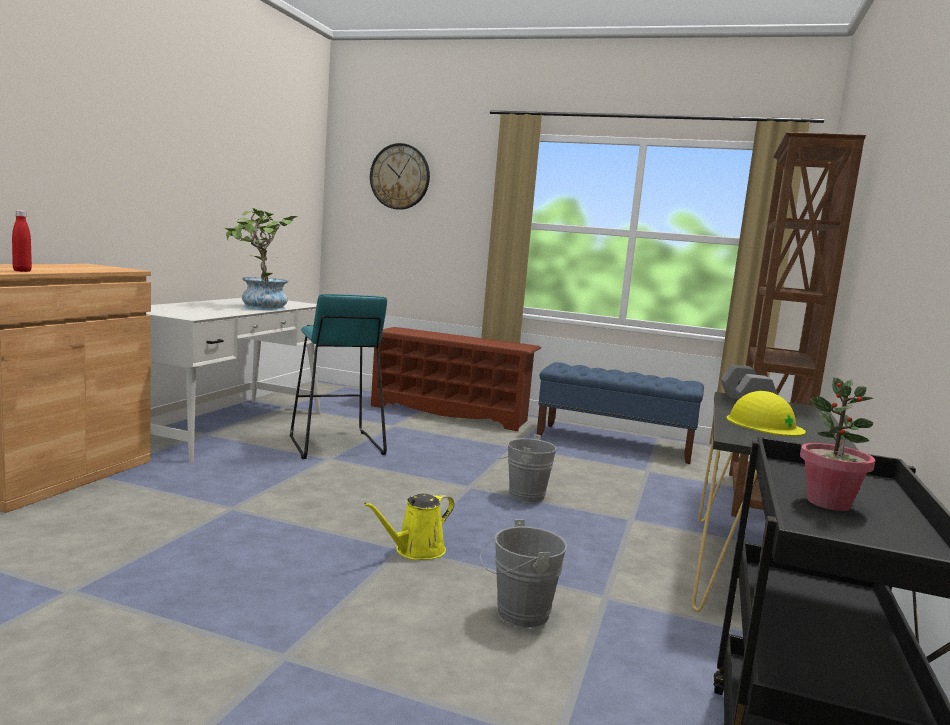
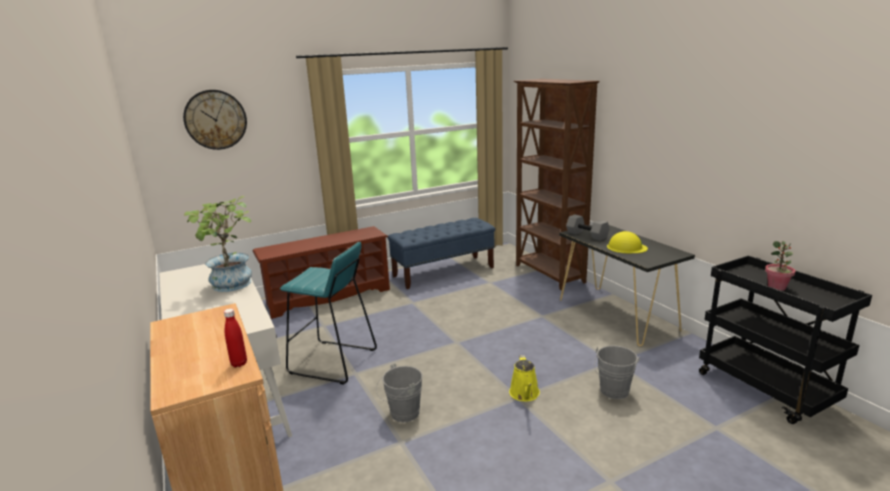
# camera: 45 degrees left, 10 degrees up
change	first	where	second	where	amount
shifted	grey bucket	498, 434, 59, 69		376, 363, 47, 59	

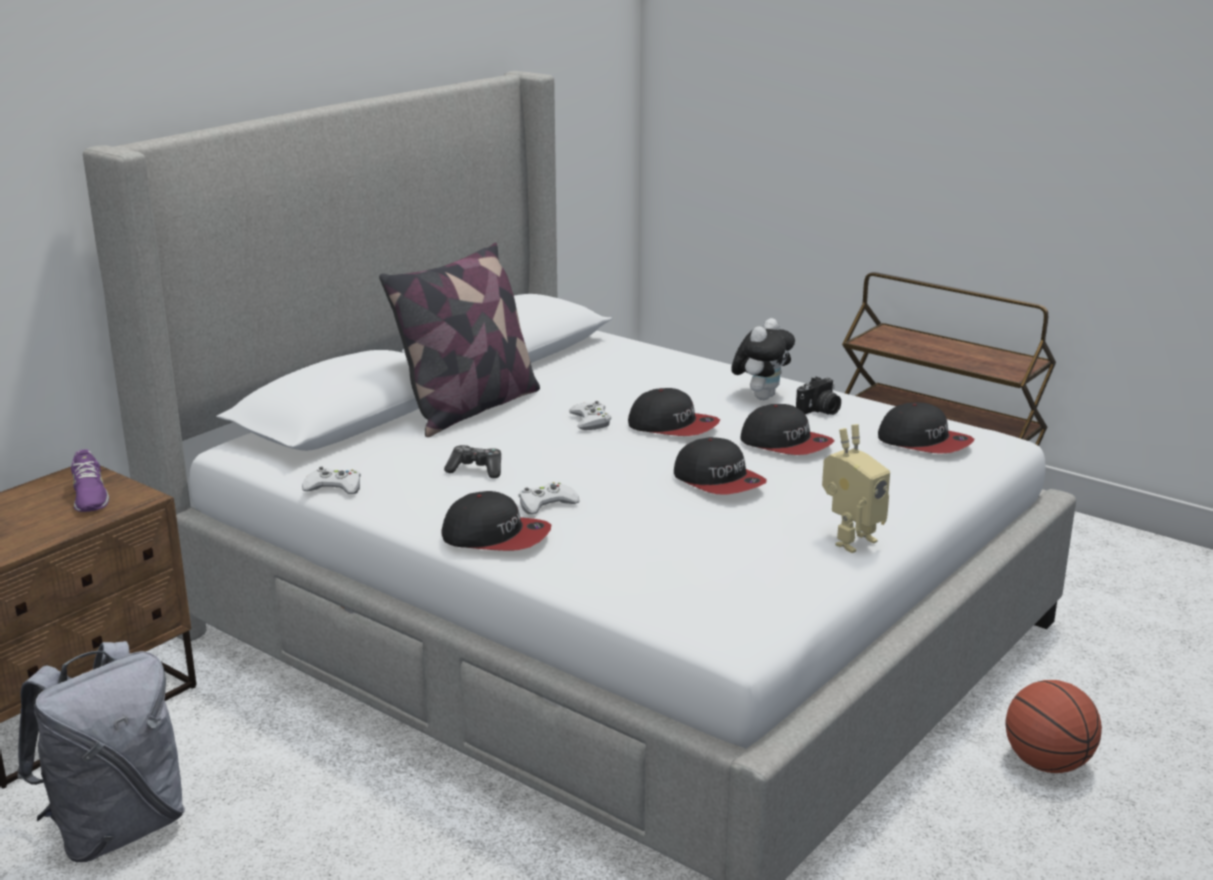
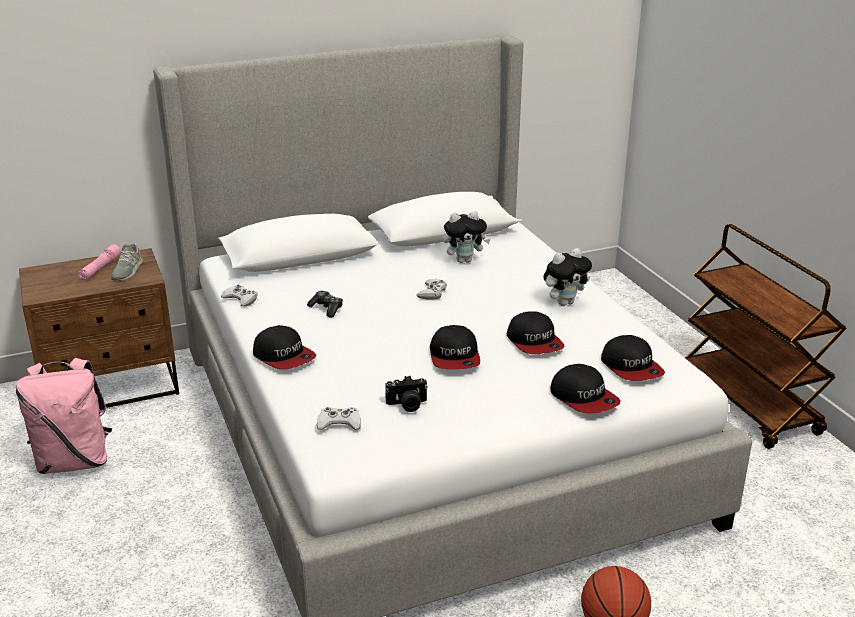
# camera: 30 degrees right, 5 degrees up
change	first	where	second	where	amount
gone	pillow	379, 243, 161, 194			
gone	toy robot	822, 425, 68, 128			
new			pink flashlight	78, 244, 43, 36	
new			plush toy	443, 211, 48, 52	
shifted	white game controller	518, 482, 62, 32		316, 407, 45, 23	
shifted	cap	628, 388, 92, 48		551, 364, 70, 50	
shifted	photo camera	796, 377, 45, 38		385, 376, 43, 36	
repainted	grey backpack	17, 641, 168, 221	pink backpack	16, 358, 96, 116	
repainted	purple shoe	71, 450, 38, 62	grey shoe	111, 243, 32, 38	

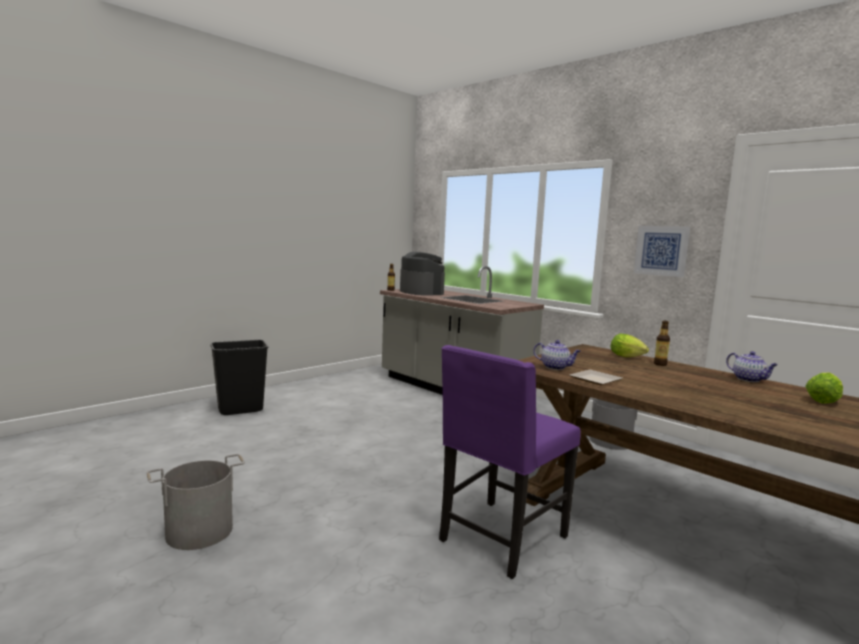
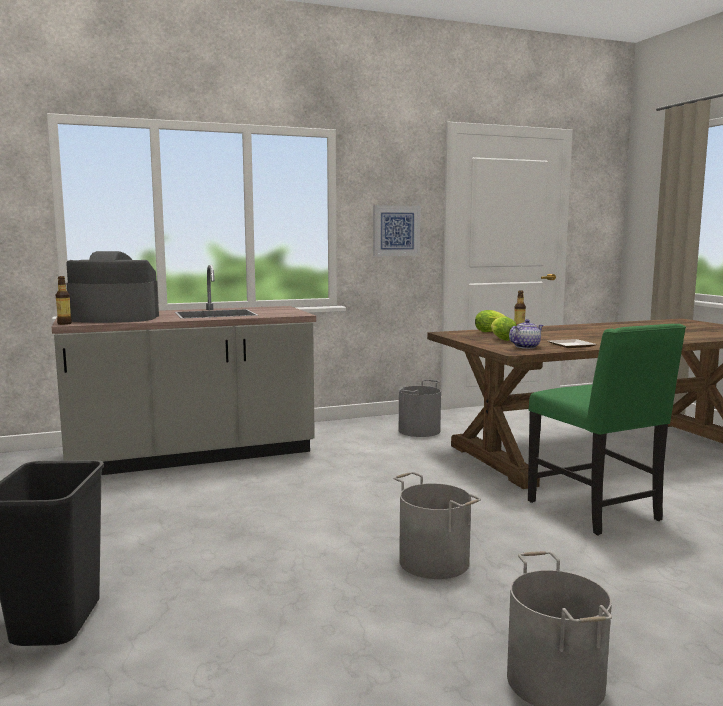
# camera: 65 degrees left, 0 degrees up
change	first	where	second	where	amount
gone	teapot	726, 351, 52, 31			
new			grey bucket	393, 472, 88, 107	
shifted	lettuce	805, 372, 38, 32		491, 316, 26, 25	
repainted	purple chair	439, 345, 142, 234	green chair	528, 324, 158, 211	

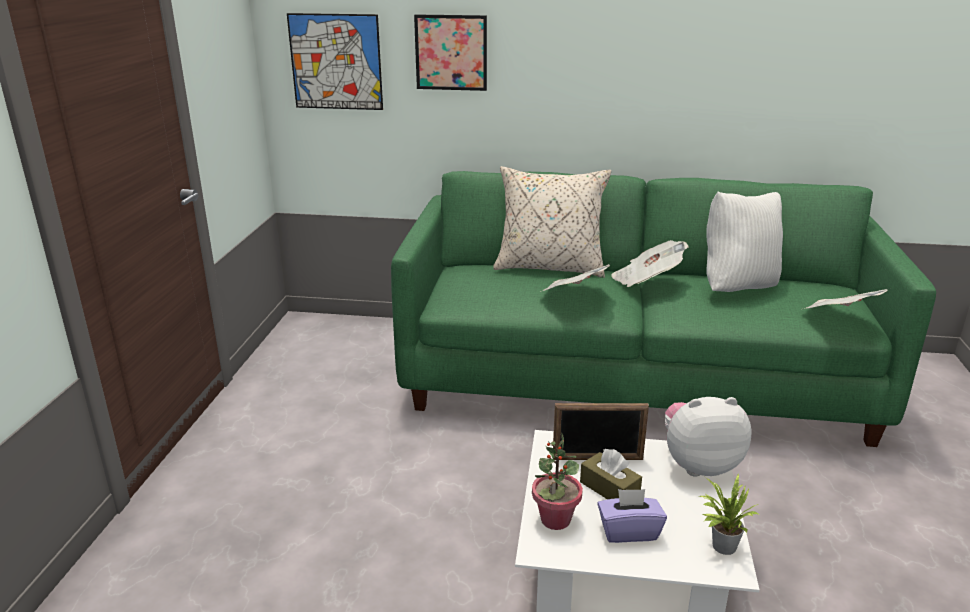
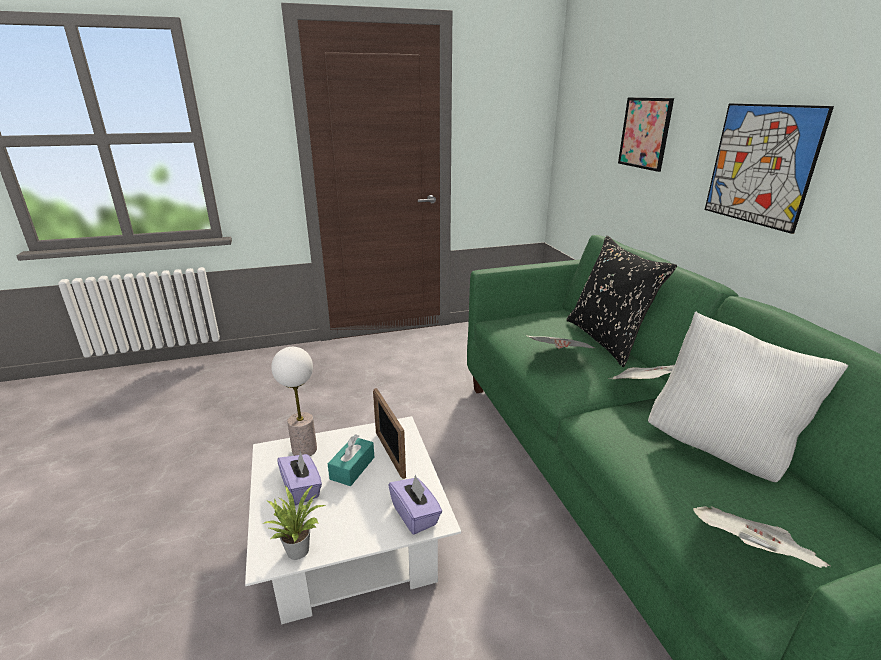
# camera: 65 degrees right, 0 degrees up
change	first	where	second	where	amount
shifted	picture	287, 13, 96, 97		705, 103, 129, 131	
swapped	potted plant	532, 434, 51, 96	table lamp	271, 347, 46, 109	
swapped	plush toy	665, 397, 86, 80	purple tissue box	388, 474, 54, 61	
repainted	beige pillow	493, 166, 118, 112	black pillow	567, 236, 110, 131	
repainted	brown tissue box	580, 449, 62, 50	turquoise tissue box	328, 434, 47, 52	

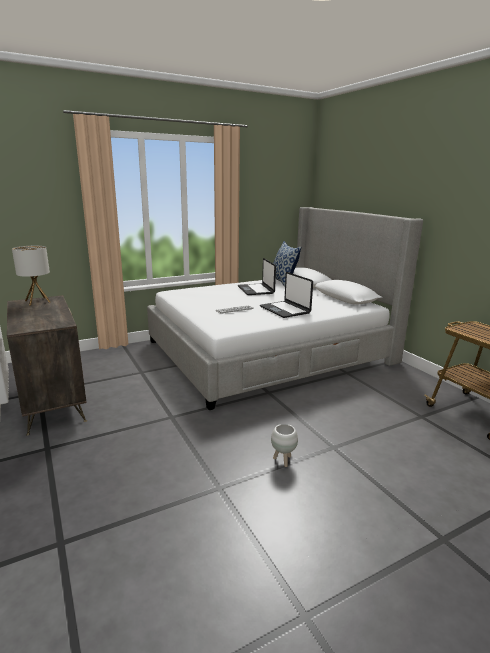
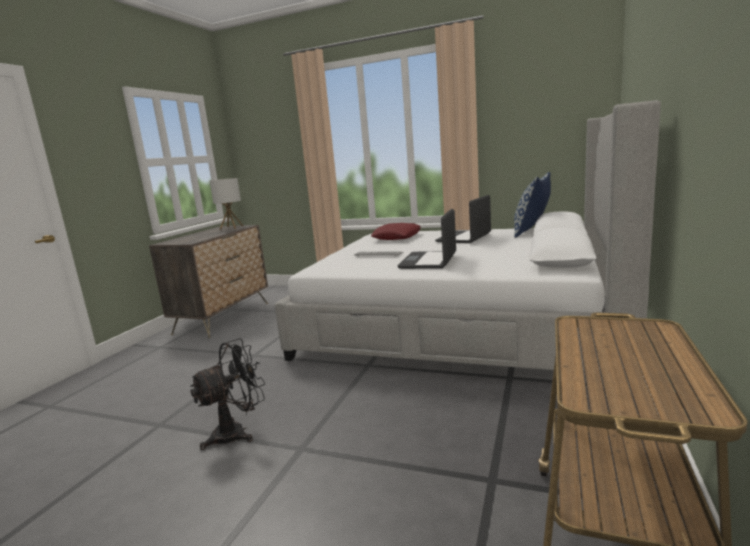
# camera: 50 degrees right, 5 degrees down
change	first	where	second	where	amount
new			red pillow	371, 223, 50, 17	
swapped	white planter	271, 424, 27, 43	black fan	190, 338, 75, 112	

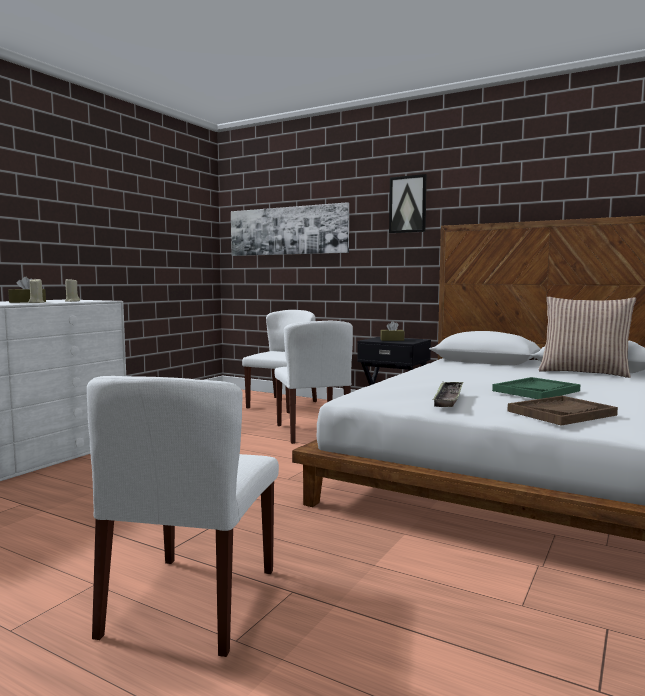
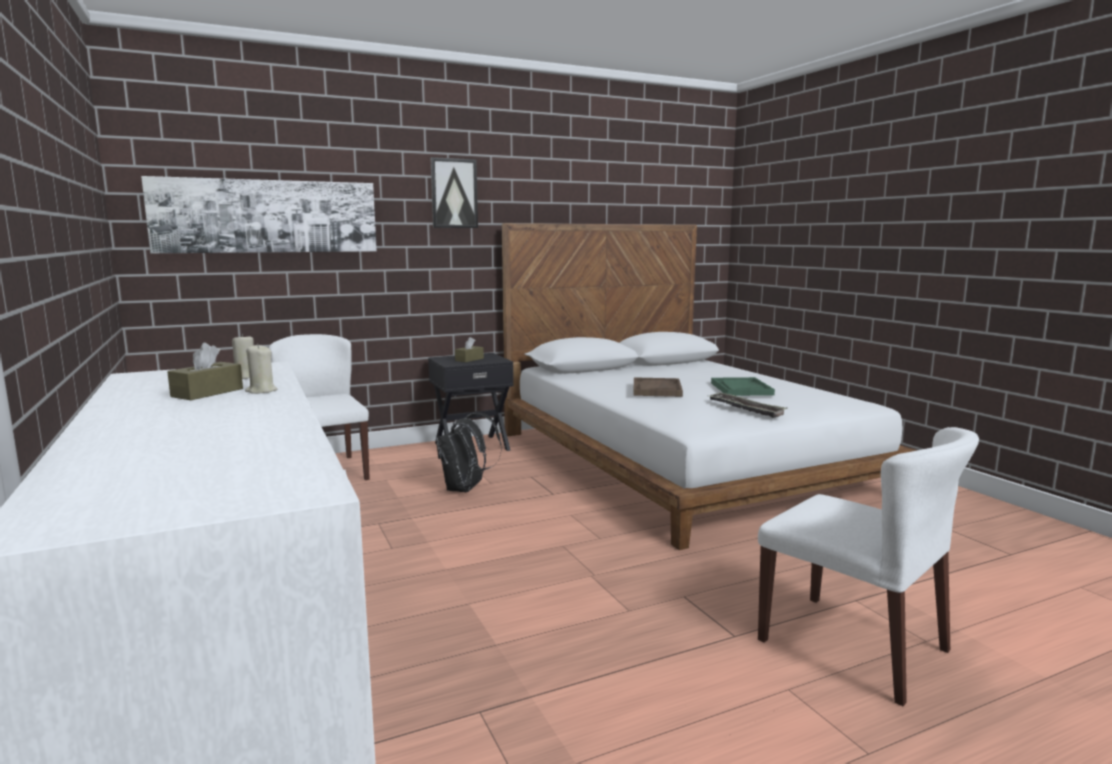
# camera: 55 degrees left, 5 degrees up
change	first	where	second	where	amount
gone	pillow	539, 297, 97, 81			
shifted	brown tray	507, 396, 111, 30		634, 377, 49, 20	
swapped	white chair	274, 321, 79, 123	black backpack	436, 412, 66, 80	

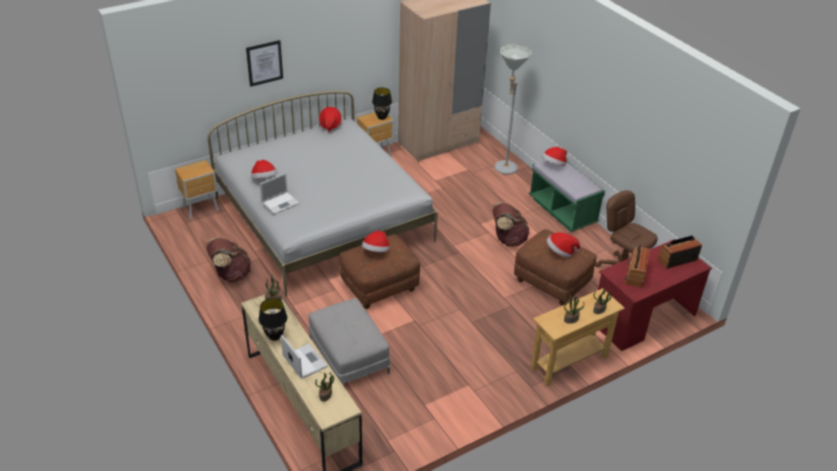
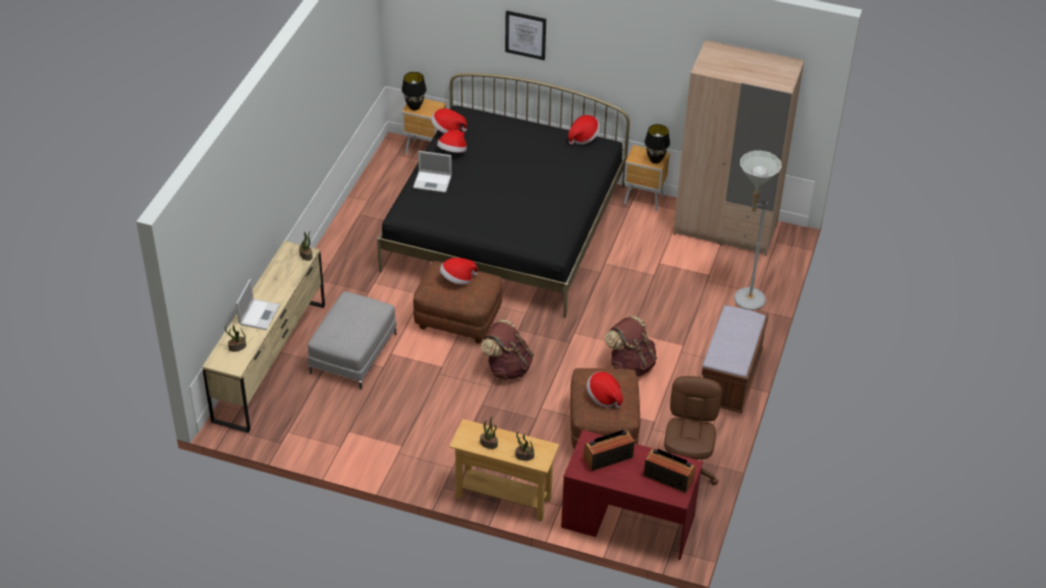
# camera: 50 degrees right, 5 degrees up
change	first	where	second	where	amount
shifted	brown backpack	206, 237, 45, 45		481, 320, 53, 60	
shifted	black table lamp	259, 298, 28, 43		402, 72, 25, 38	
shifted	hat	542, 147, 25, 19		431, 108, 36, 26	
repainted	white bed	208, 91, 230, 206	black bed	377, 73, 253, 245	
repainted	green bench	529, 160, 76, 72	brown bench	702, 305, 67, 108	

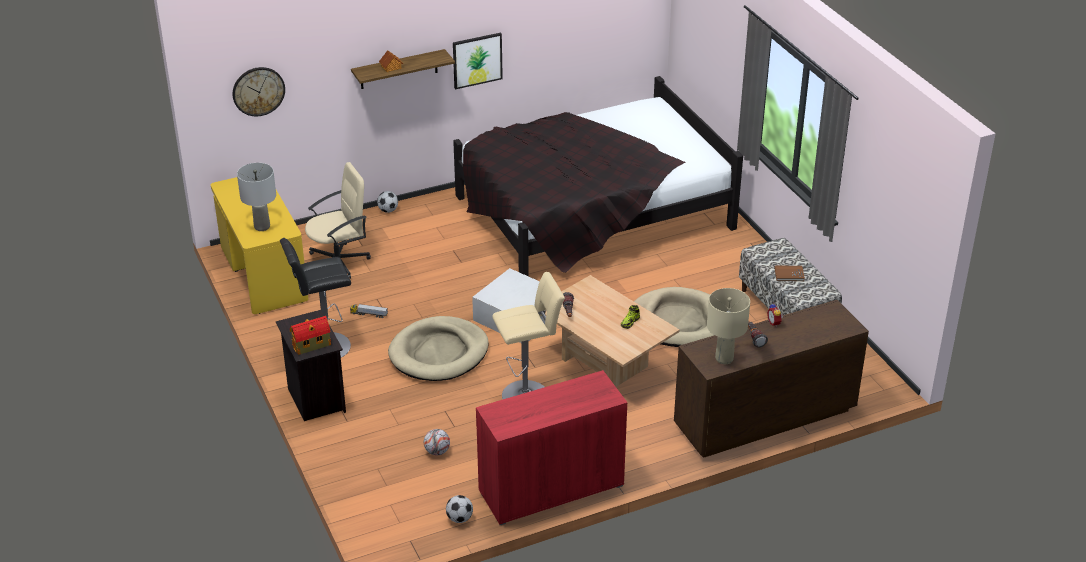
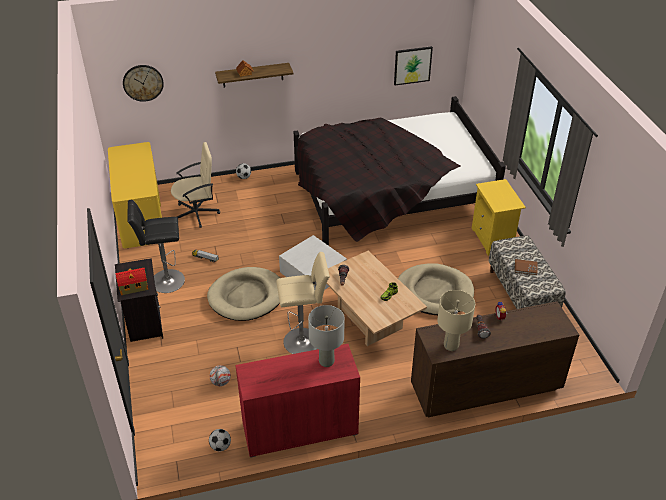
# camera: 10 degrees right, 5 degrees up
change	first	where	second	where	amount
new			yellow nightstand	472, 179, 54, 77	
shifted	grey table lamp	237, 163, 39, 68		308, 305, 37, 62	
shifted	picture	453, 33, 50, 56		394, 46, 39, 39	

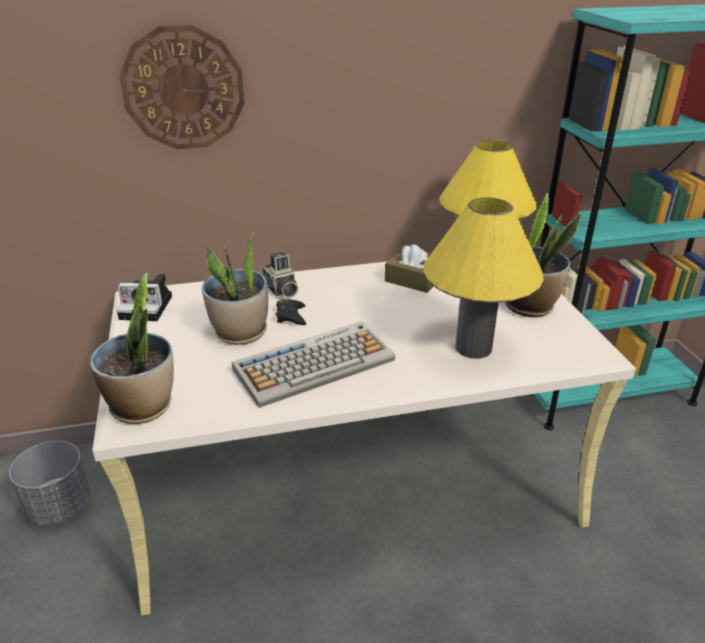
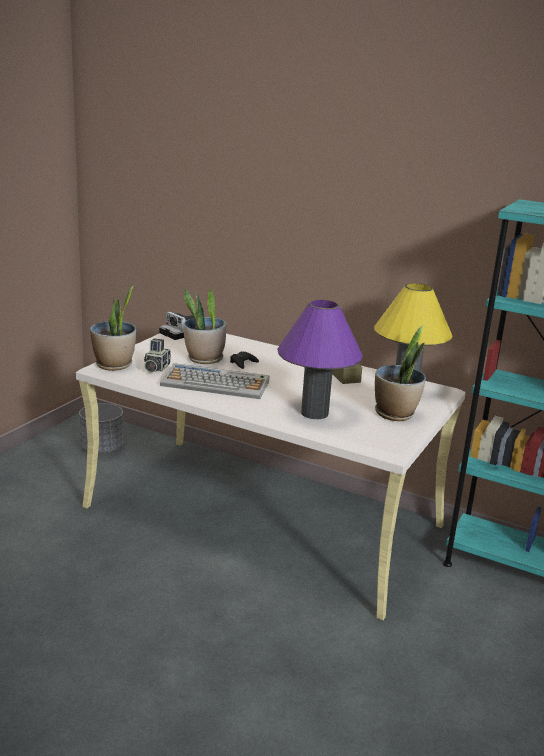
# camera: 40 degrees right, 10 degrees down
change	first	where	second	where	amount
gone	wall clock	119, 25, 126, 124			
shifted	photo camera	262, 252, 36, 46		144, 338, 27, 35	
repainted	yellow table lamp	423, 197, 121, 162	purple table lamp	277, 300, 86, 119	

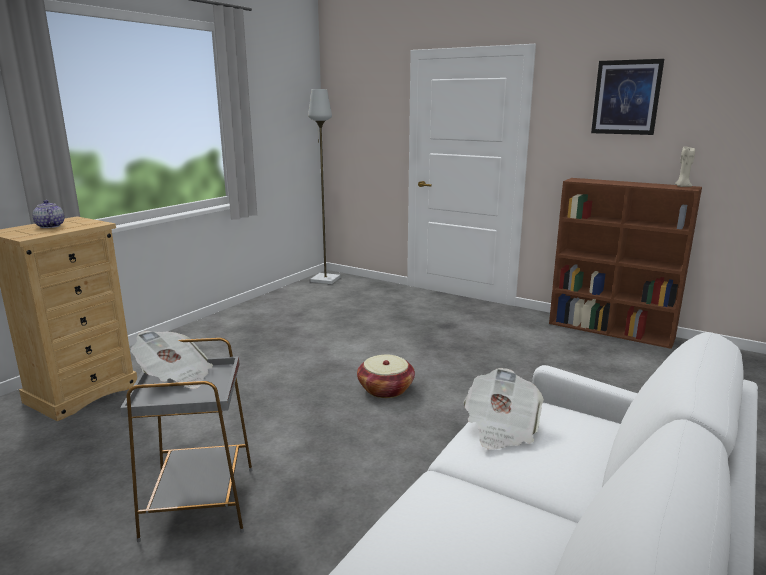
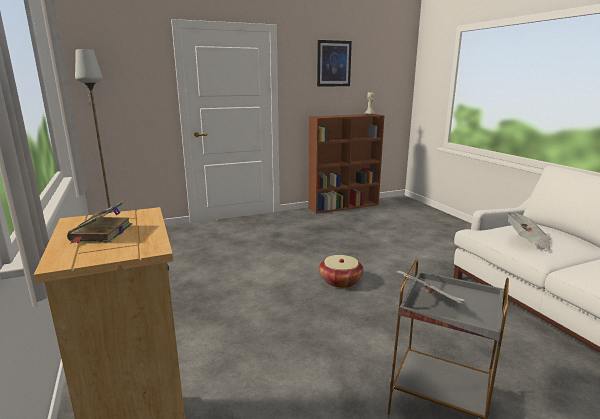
# camera: 55 degrees left, 0 degrees up
change	first	where	second	where	amount
swapped	teapot	33, 200, 31, 28	book	67, 200, 65, 44	

